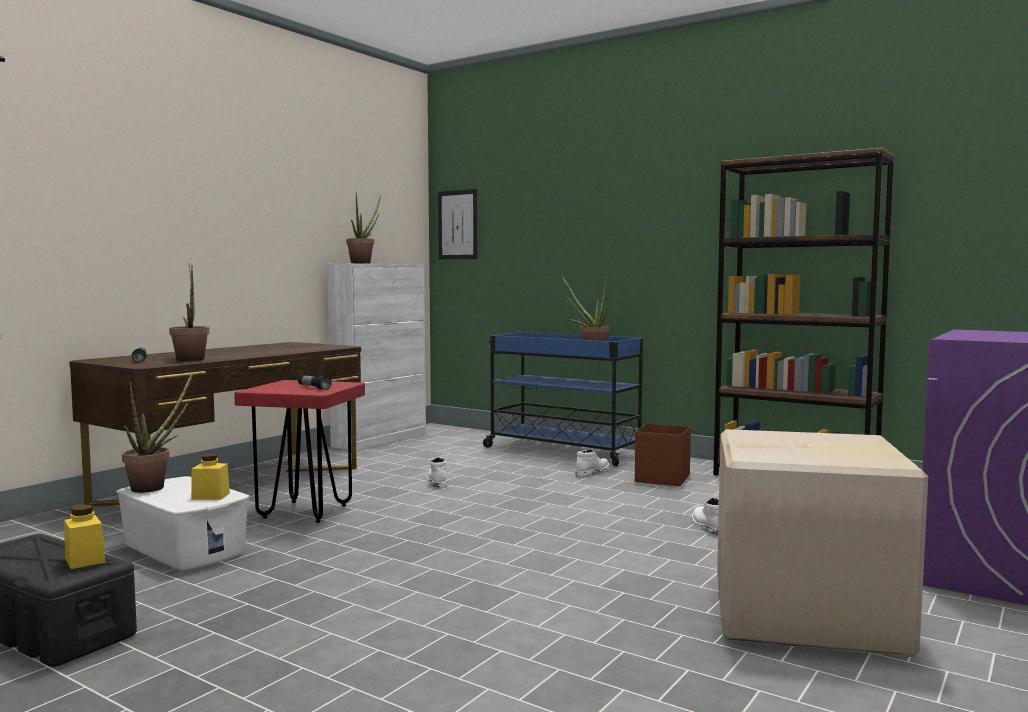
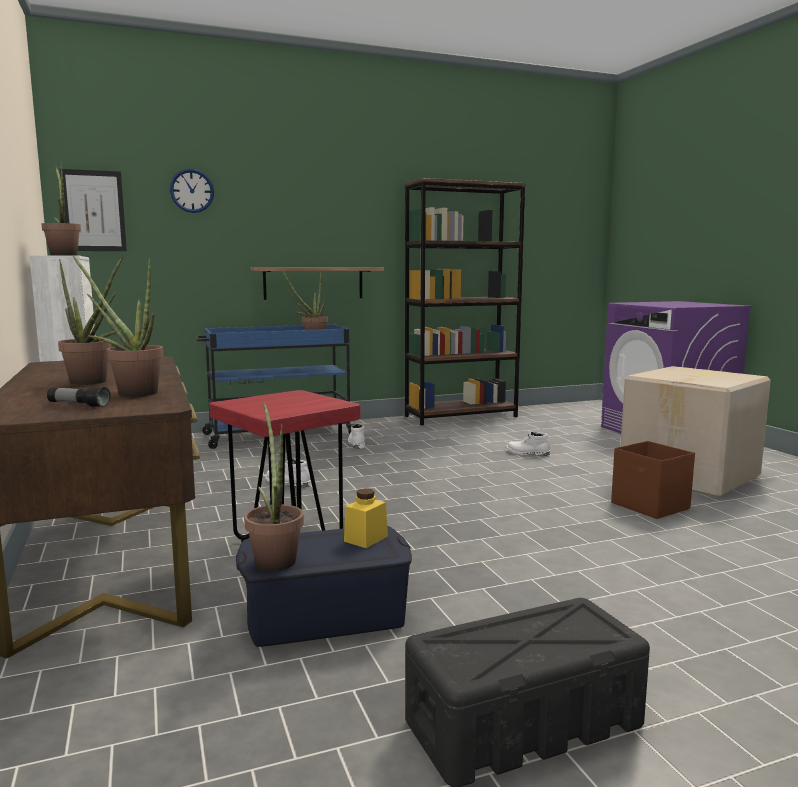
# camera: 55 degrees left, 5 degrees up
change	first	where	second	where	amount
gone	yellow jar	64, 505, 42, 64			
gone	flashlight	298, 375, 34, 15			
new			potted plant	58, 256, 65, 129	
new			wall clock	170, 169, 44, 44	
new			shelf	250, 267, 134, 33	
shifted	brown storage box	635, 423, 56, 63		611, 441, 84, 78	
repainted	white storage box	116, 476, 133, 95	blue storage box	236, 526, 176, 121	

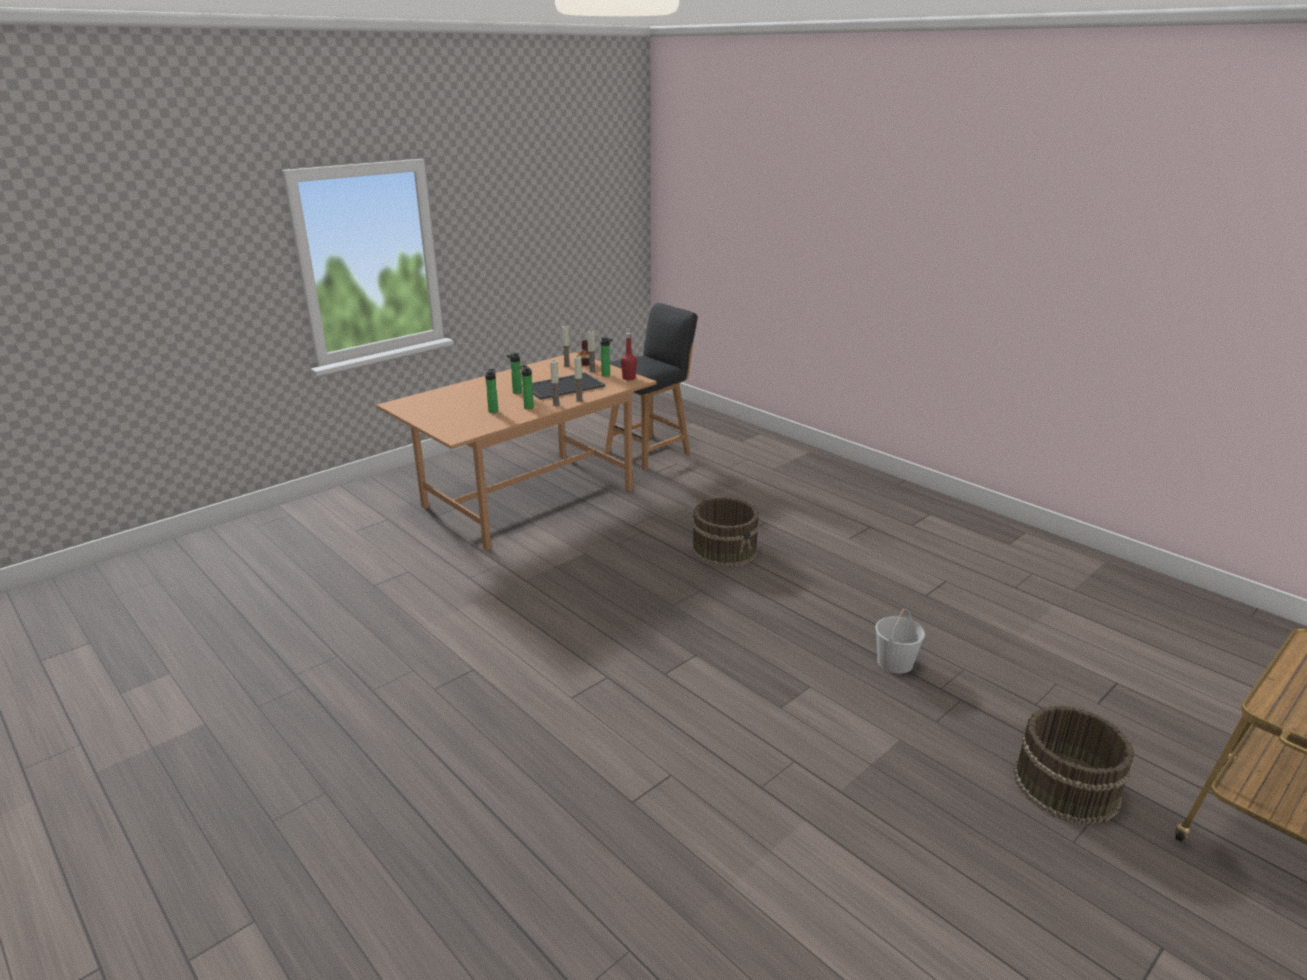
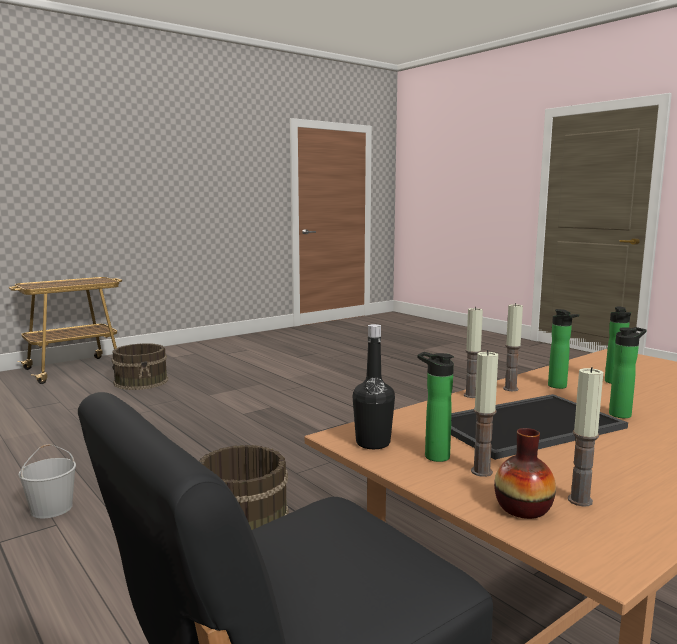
# camera: 175 degrees left, 15 degrees down
change	first	where	second	where	amount
shifted	white bucket	875, 609, 50, 65		18, 444, 58, 74	
repainted	red bottle	621, 333, 16, 47	black bottle	353, 324, 42, 125	

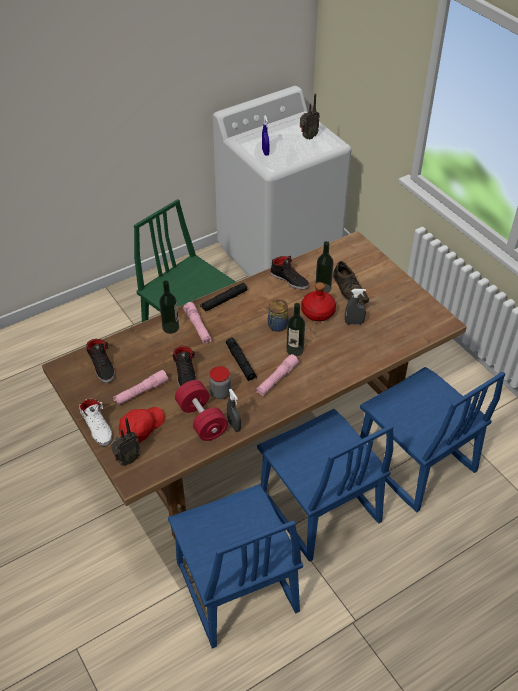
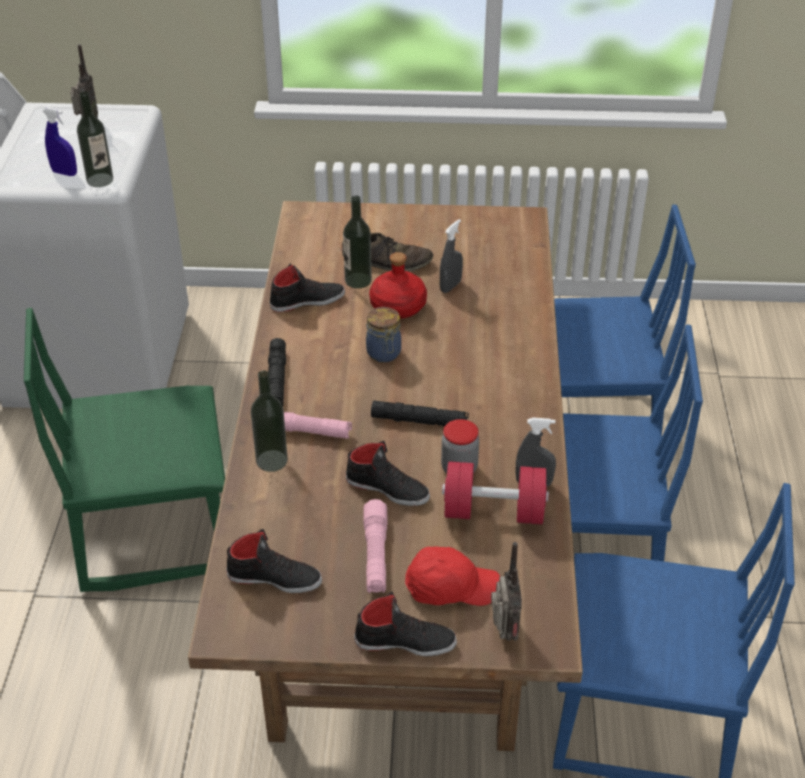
# camera: 55 degrees left, 5 degrees down
change	first	where	second	where	amount
gone	pink flashlight	256, 354, 43, 42			
shifted	bottle	286, 303, 19, 53		77, 91, 36, 96	
repainted	white shoe	79, 399, 33, 47	black shoe	354, 592, 103, 65	
rotated	red cap	119, 407, 46, 36		405, 547, 95, 59	105 degrees clockwise

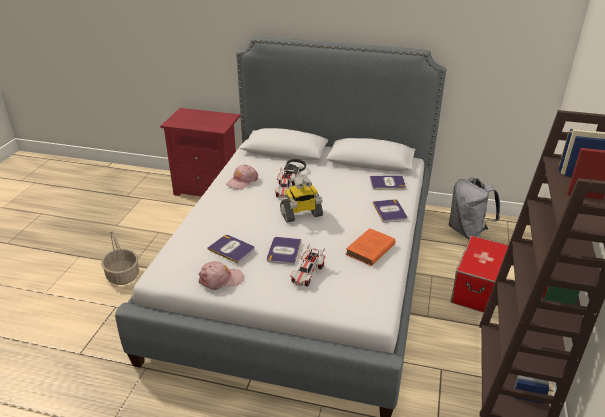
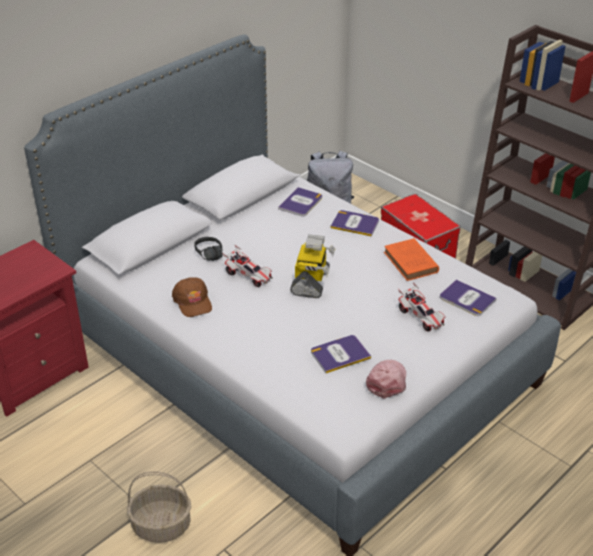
# camera: 60 degrees left, 5 degrees up
change	first	where	second	where	amount
shifted	book	267, 237, 34, 28		440, 280, 57, 36	
repainted	pink cap	226, 164, 32, 26	brown cap	172, 277, 40, 40	

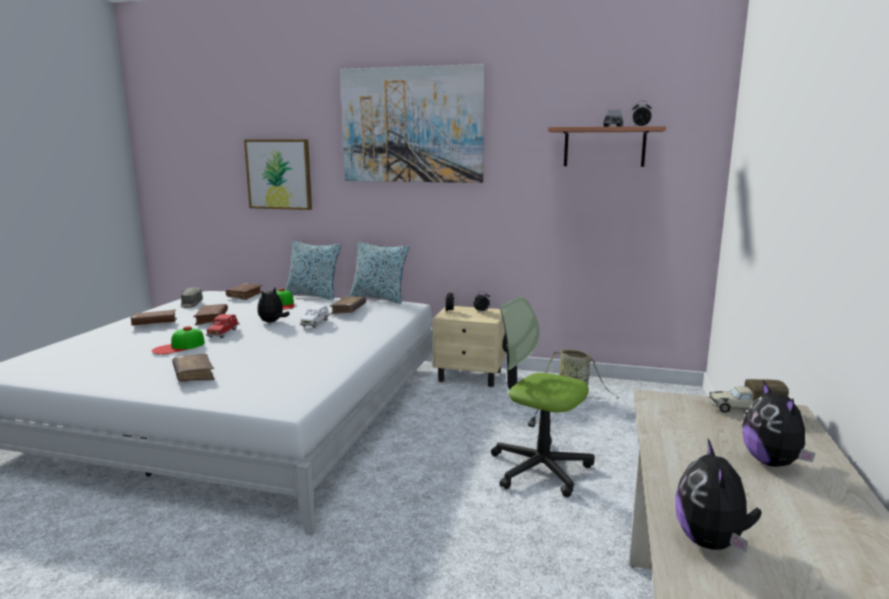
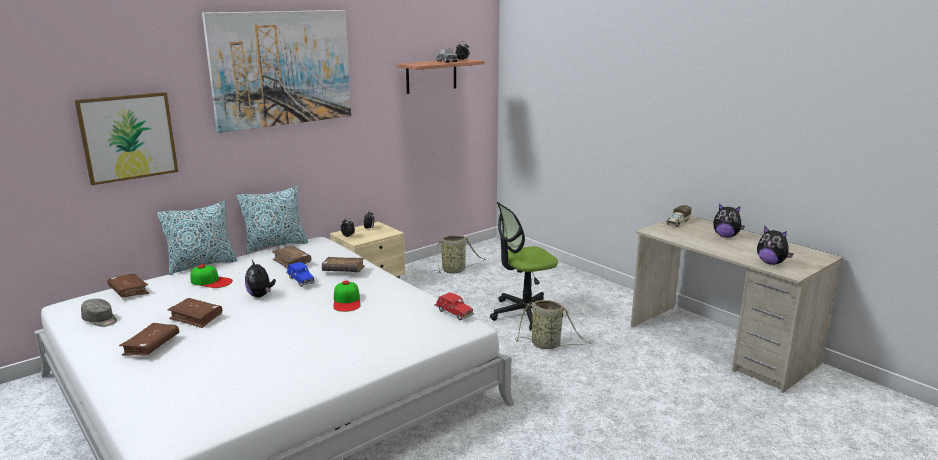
# camera: 55 degrees left, 5 degrees up
change	first	where	second	where	amount
new			basket	516, 300, 75, 49	
shifted	cap	152, 326, 53, 28		333, 281, 28, 31	
shifted	brown book	172, 354, 43, 28		322, 257, 43, 15	
shifted	red toy car	206, 314, 33, 24		435, 292, 39, 28	
repainted	white toy car	300, 305, 30, 22	blue toy car	286, 262, 29, 25	

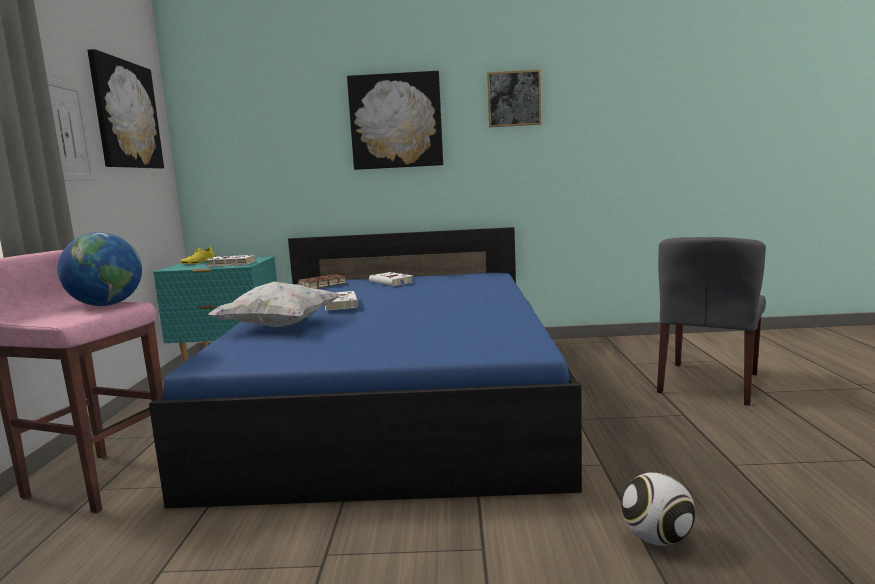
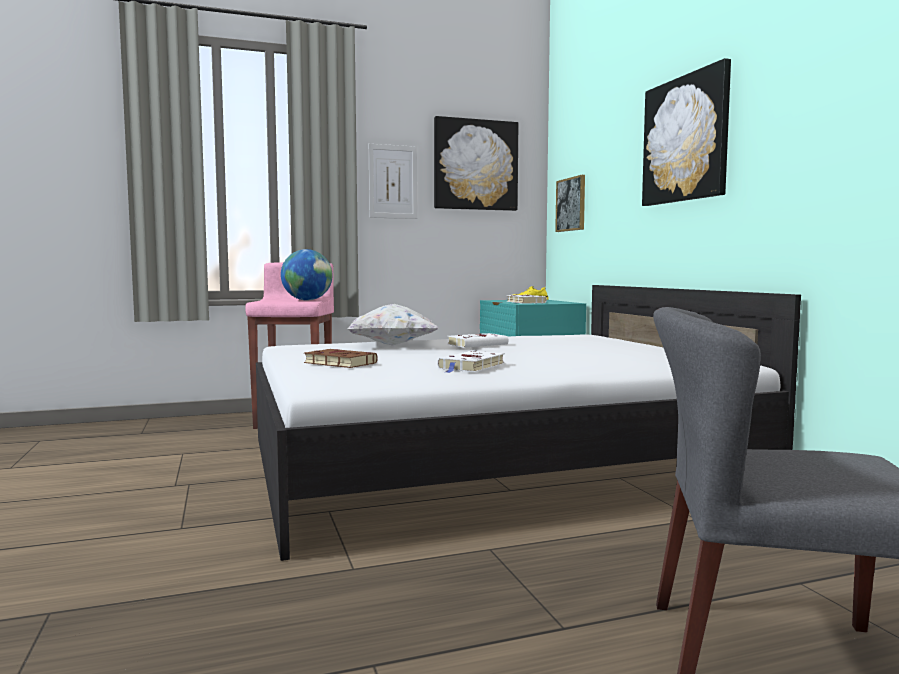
# camera: 70 degrees right, 5 degrees down
change	first	where	second	where	amount
gone	football	621, 472, 74, 74			
shifted	brown book	298, 274, 48, 14		304, 349, 74, 19	
shifted	white book	369, 272, 44, 14		437, 351, 68, 22	
shifted	picture	487, 69, 54, 58		555, 175, 30, 57	
repainted	blue bed	149, 227, 433, 281	white bed	256, 285, 545, 276	

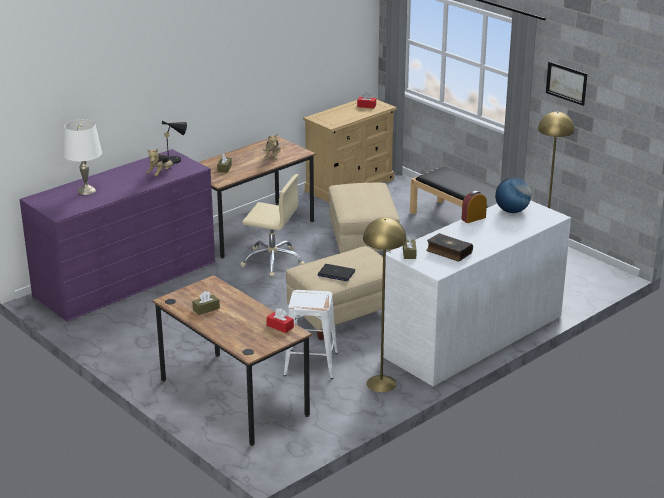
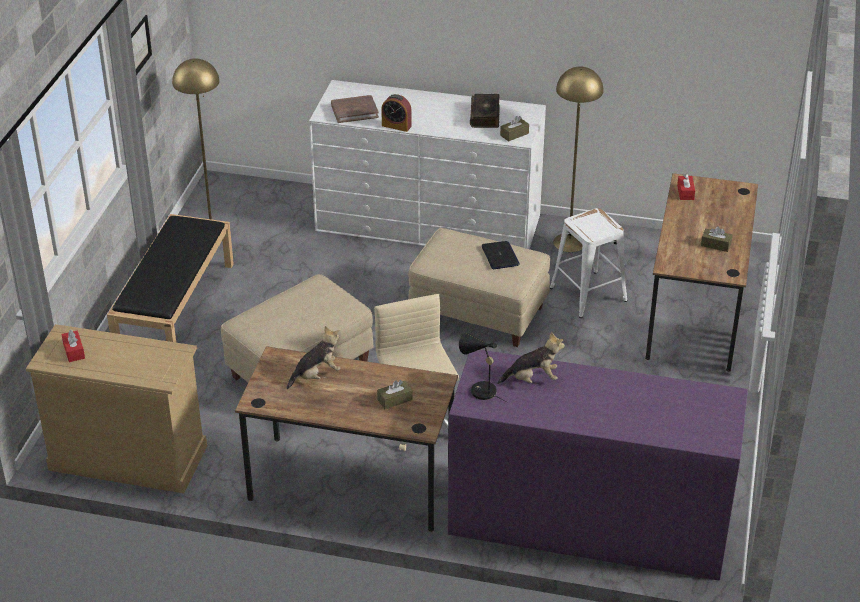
# camera: 125 degrees left, 10 degrees up
change	first	where	second	where	amount
gone	white table lamp	63, 119, 39, 76			
swapped	globe	495, 178, 36, 35	brown book	331, 95, 48, 28	

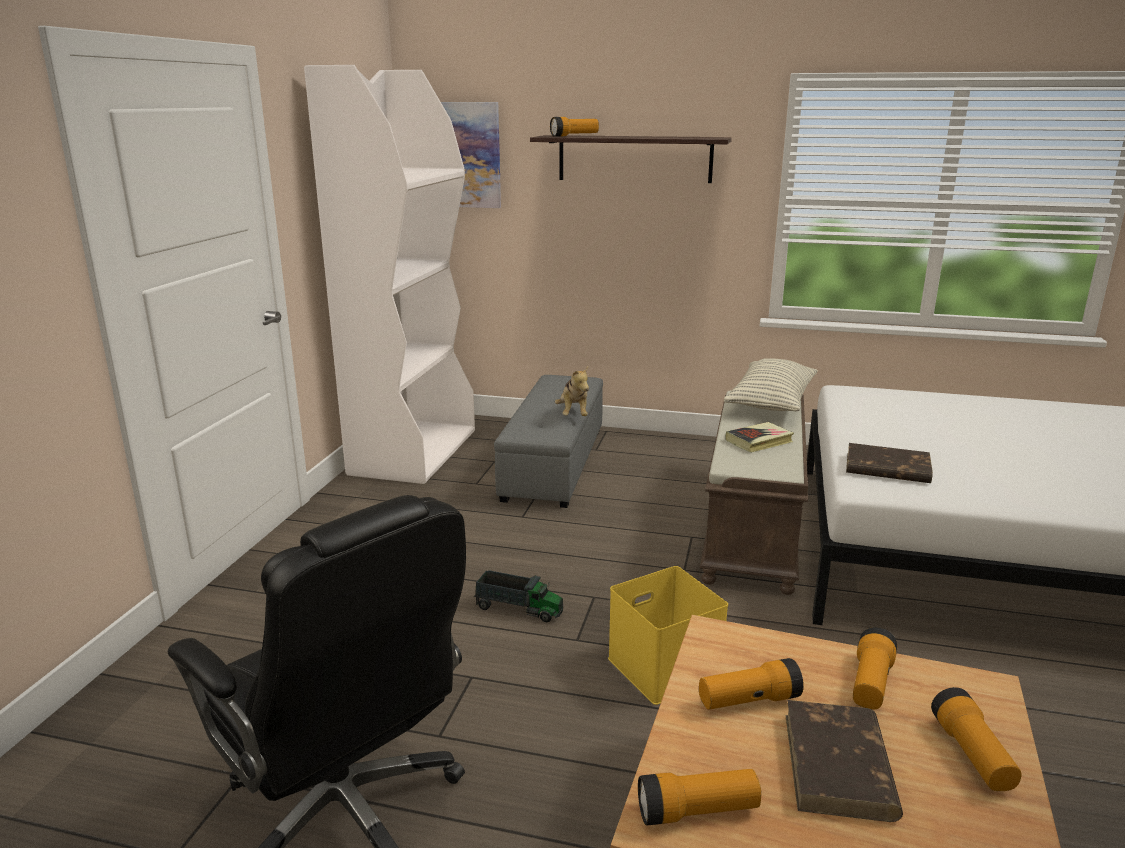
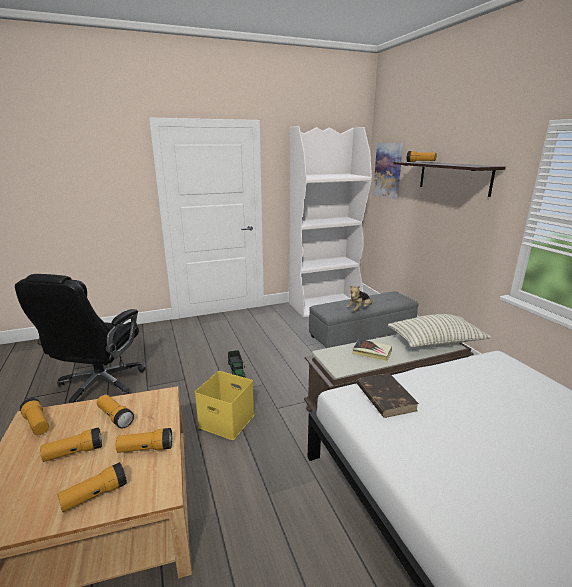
# camera: 55 degrees right, 0 degrees up
change	first	where	second	where	amount
swapped	brown book	786, 700, 117, 122	flashlight	40, 427, 62, 35	

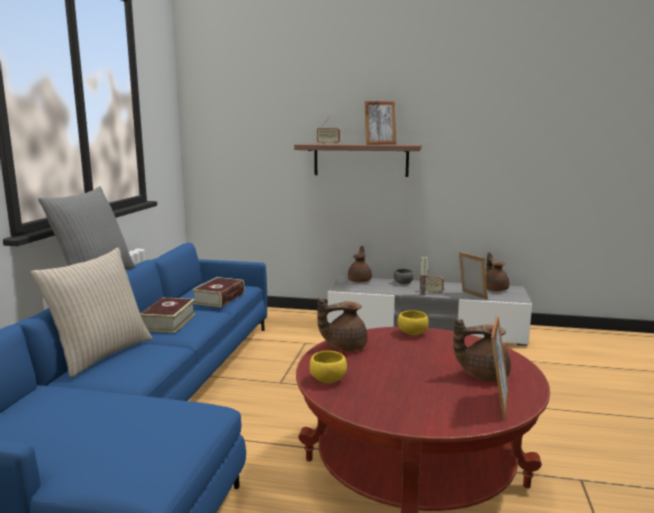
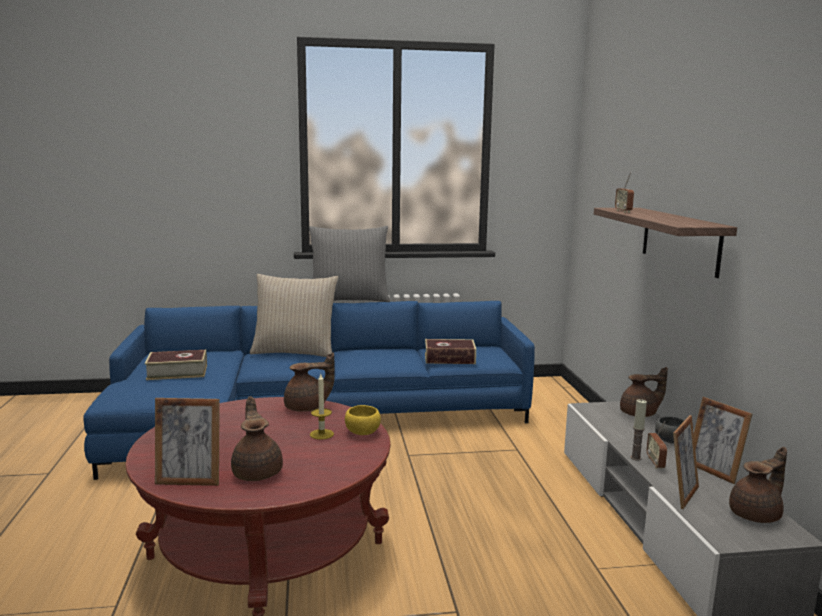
# camera: 70 degrees right, 0 degrees up
change	first	where	second	where	amount
gone	yellow bowl	310, 351, 37, 32			
new			candle	310, 374, 24, 66	
shifted	book	140, 297, 56, 36		145, 350, 62, 30	
shifted	picture frame	364, 101, 32, 44		694, 397, 58, 87	
rotated	brown teapot	317, 298, 51, 53		284, 353, 51, 59	105 degrees clockwise

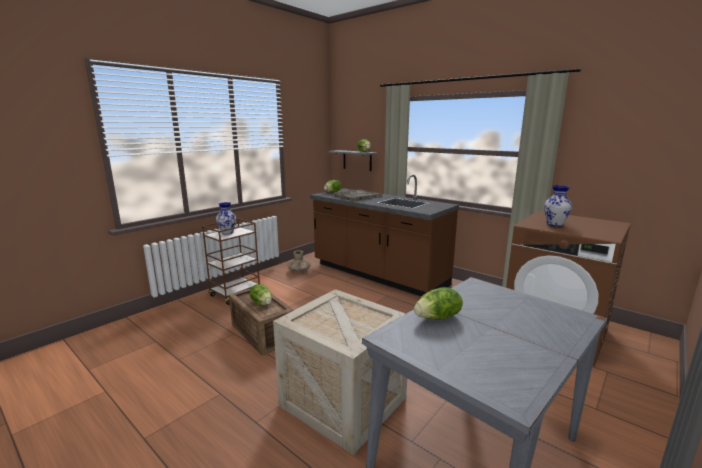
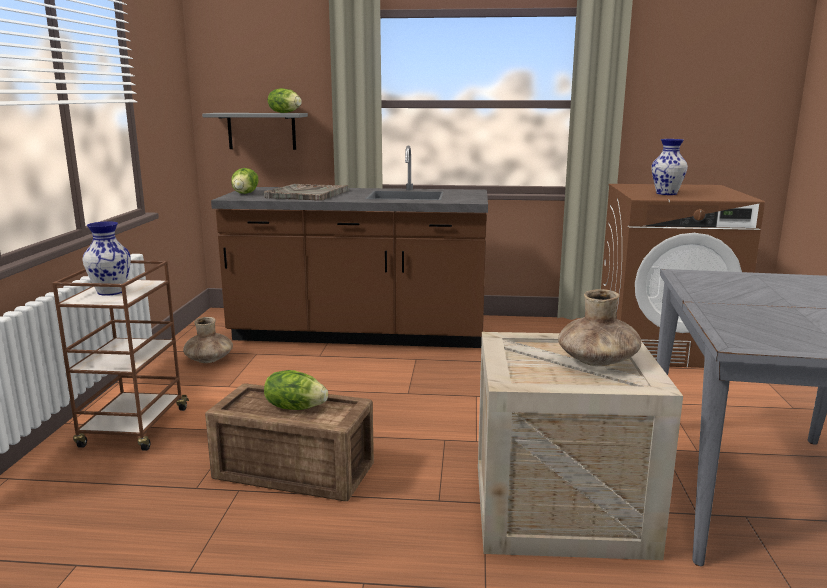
# camera: 35 degrees left, 0 degrees up
change	first	where	second	where	amount
gone	lettuce	414, 287, 49, 33			
new			brown vase	558, 289, 83, 77	

